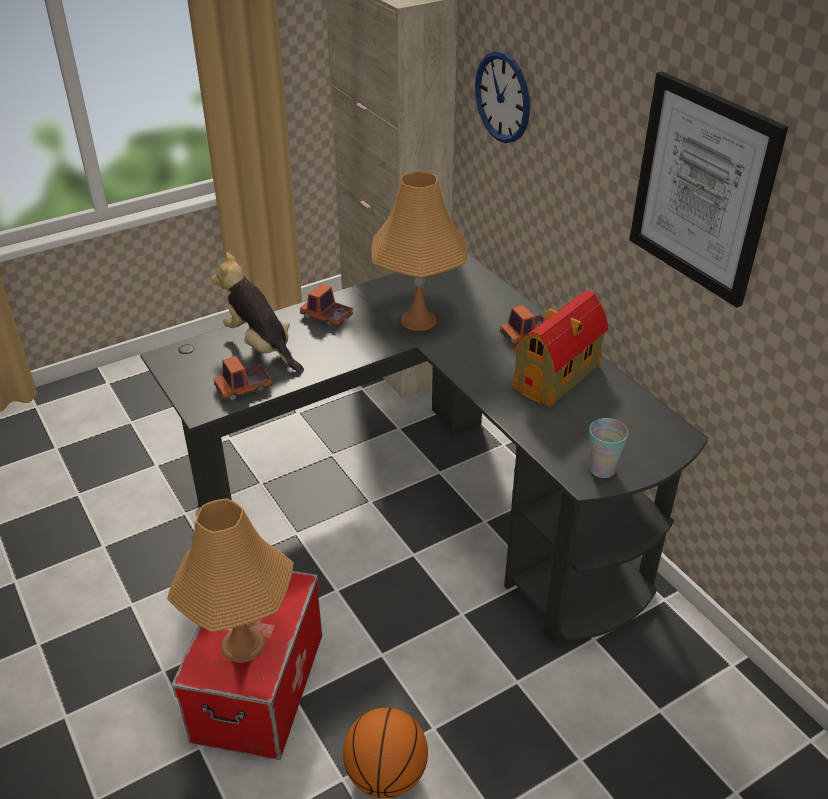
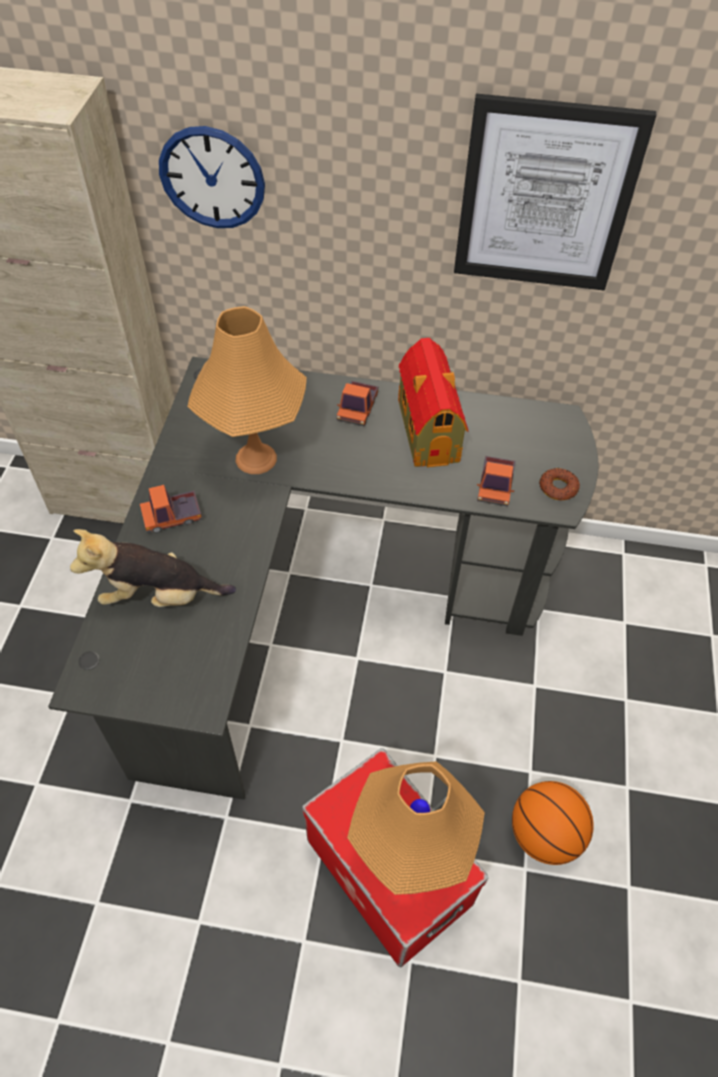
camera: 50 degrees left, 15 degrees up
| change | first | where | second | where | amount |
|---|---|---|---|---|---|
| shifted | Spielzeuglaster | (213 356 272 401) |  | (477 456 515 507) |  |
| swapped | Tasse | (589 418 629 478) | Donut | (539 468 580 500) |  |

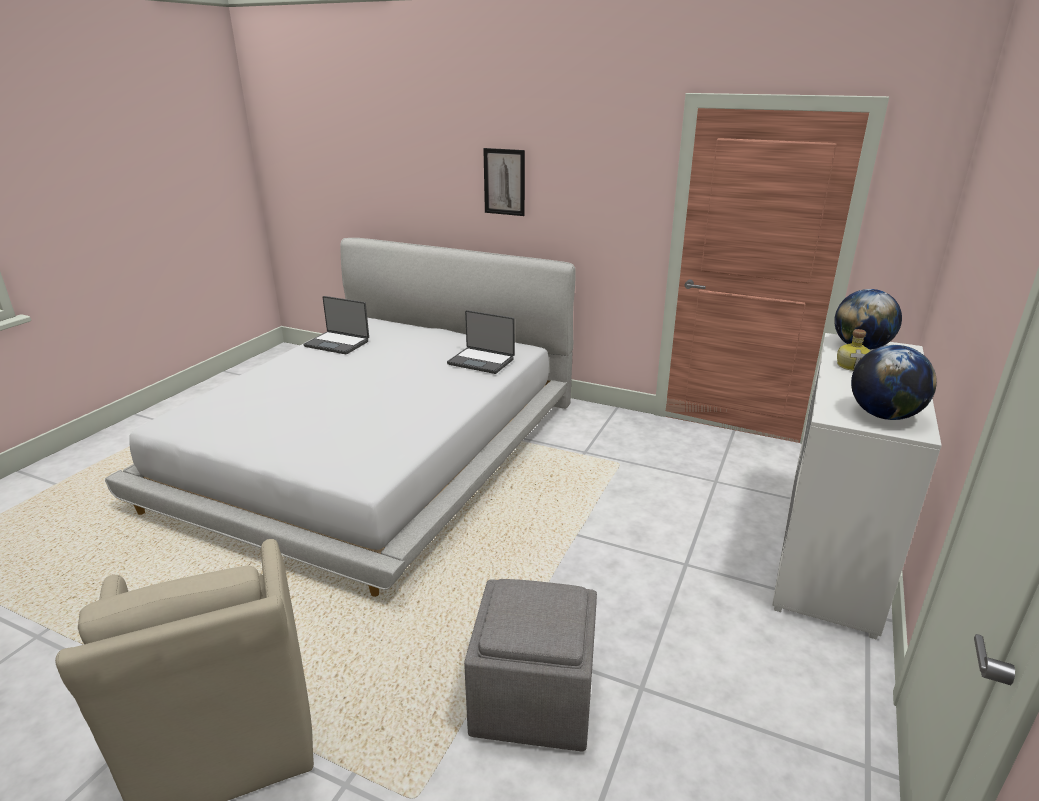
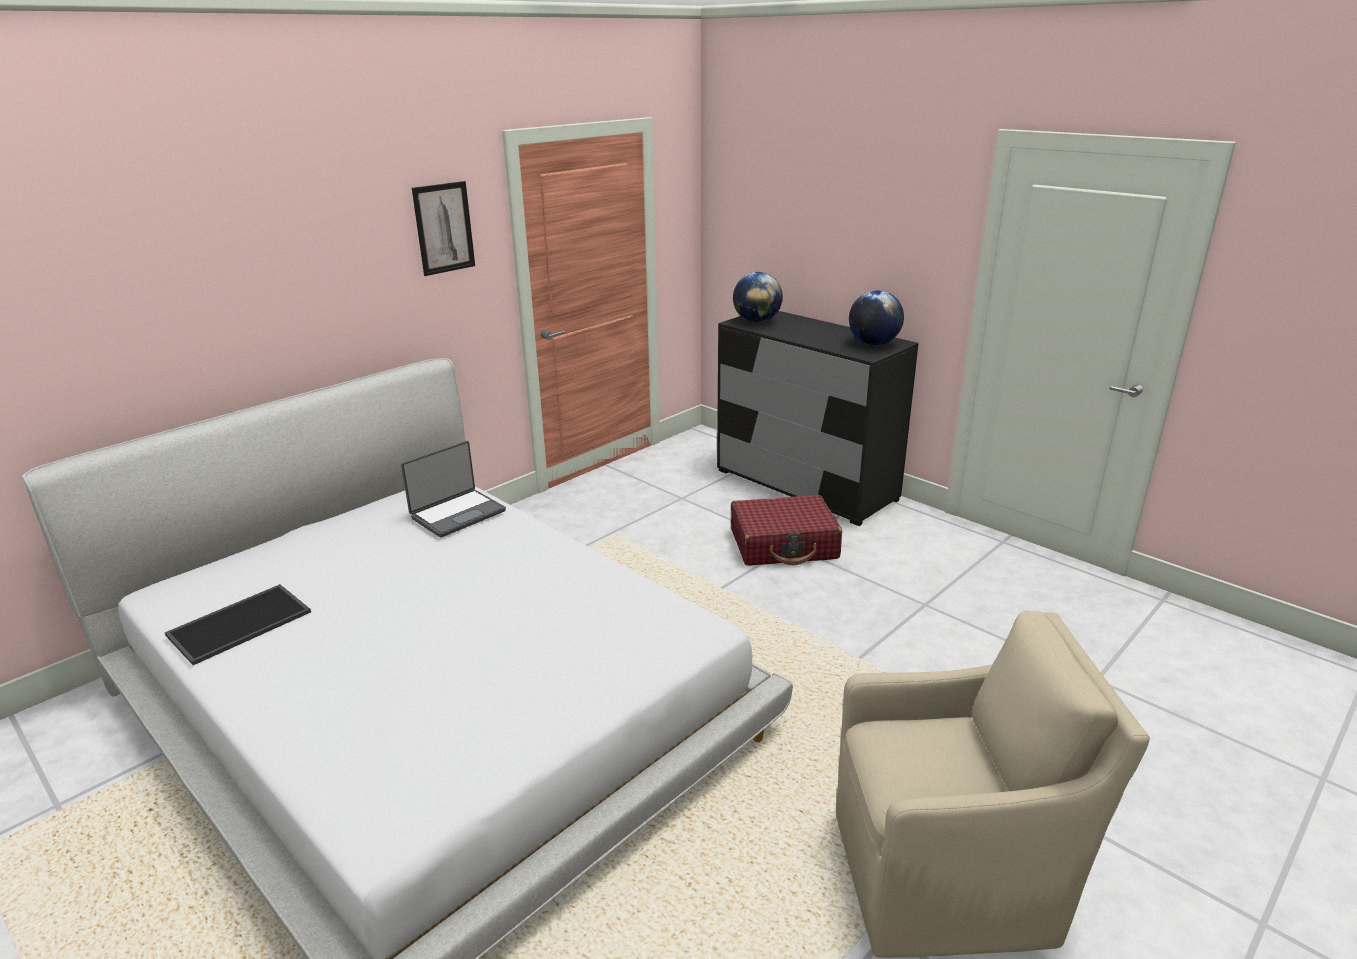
camera: 70 degrees left, 0 degrees up
| change | first | where | second | where | amount |
|---|---|---|---|---|---|
| shifted | Bild | (483 148 525 216) |  | (412 181 475 276) |  |
| swapped | Laptop | (303 296 369 354) | Tablett | (165 584 311 665) |  |
| gone | Flasche | (837 329 870 371) |  |  |  |
| repainted | Kommode [weiß] | (772 333 942 640) | Kommode [schwarz] | (717 311 919 526) |  |
| gone | Polsterhocker [grau] | (464 579 597 751) |  |  |  |
| new |  |  | Koffer [rot] | (731 495 842 566) |  |

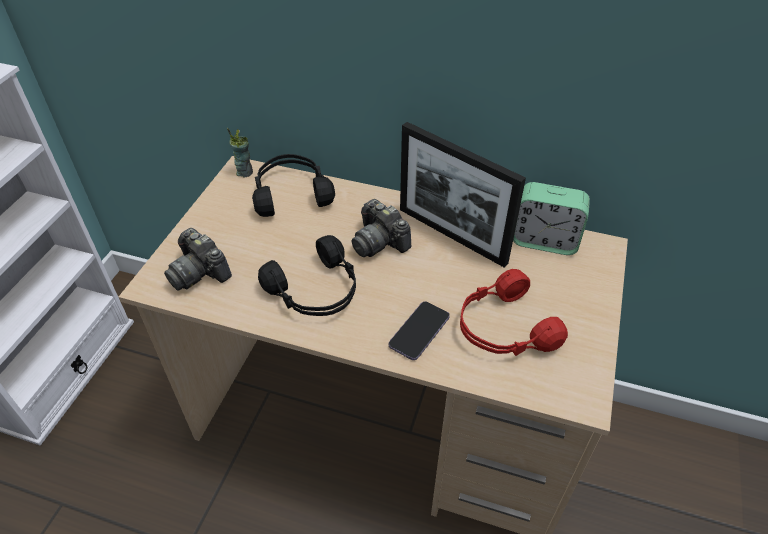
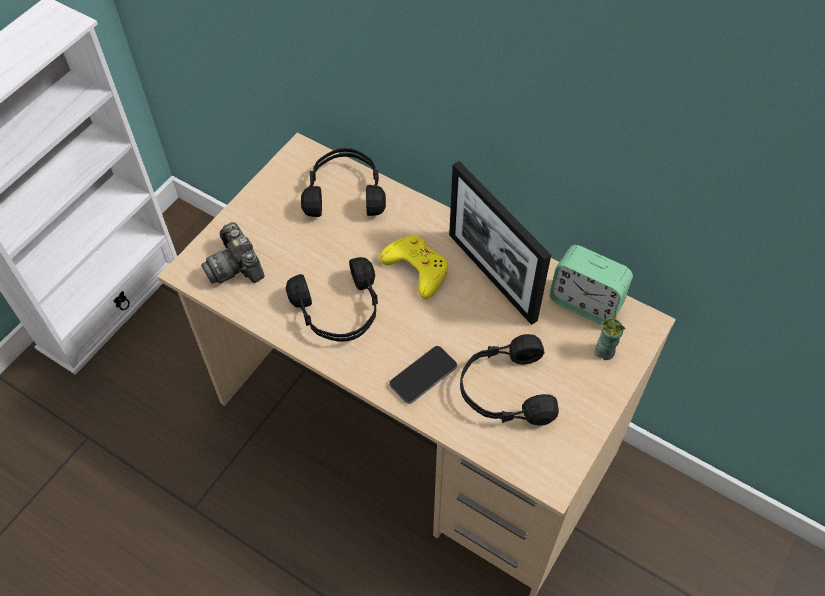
camera: 15 degrees right, 10 degrees up
| change | first | where | second | where | amount |
|---|---|---|---|---|---|
| shifted | Tasse | (227 128 253 177) |  | (595 313 625 360) |  |
| swapped | Kamera | (351 199 411 257) | Gamepad [gelb] | (379 236 448 299) |  |
| repainted | Kopfhörer [rot] | (460 269 568 356) | Kopfhörer [schwarz] | (460 334 559 426) |  |

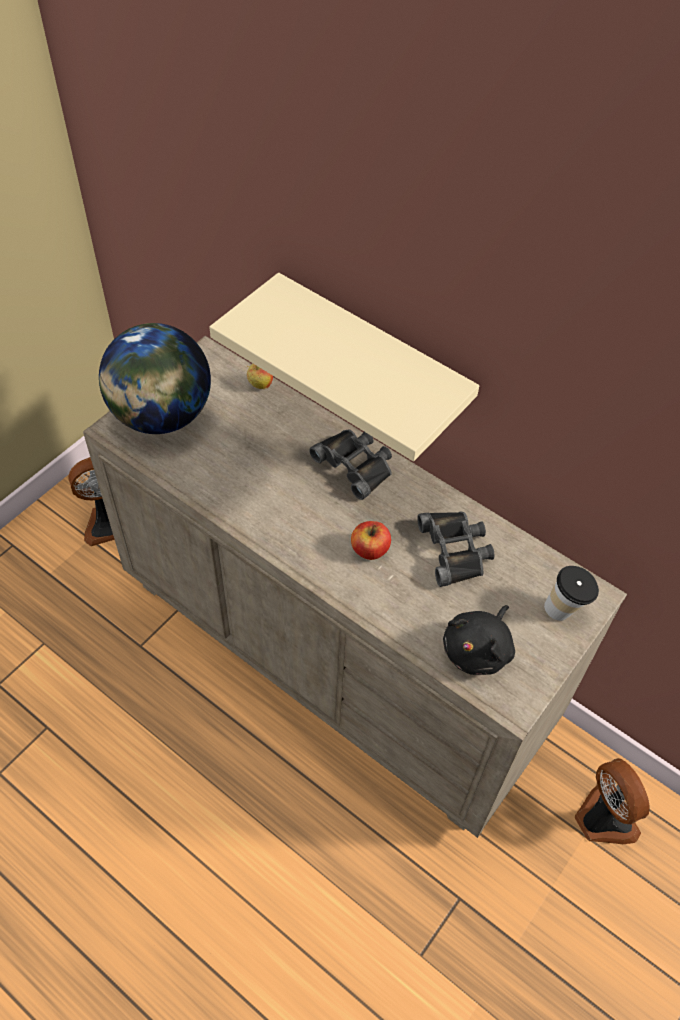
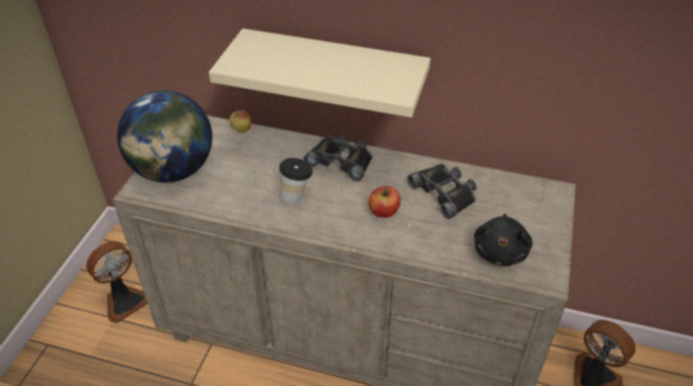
camera: 20 degrees left, 10 degrees down
| change | first | where | second | where | amount |
|---|---|---|---|---|---|
| shifted | Tasse | (544 566 599 621) |  | (279 158 313 204) |  |

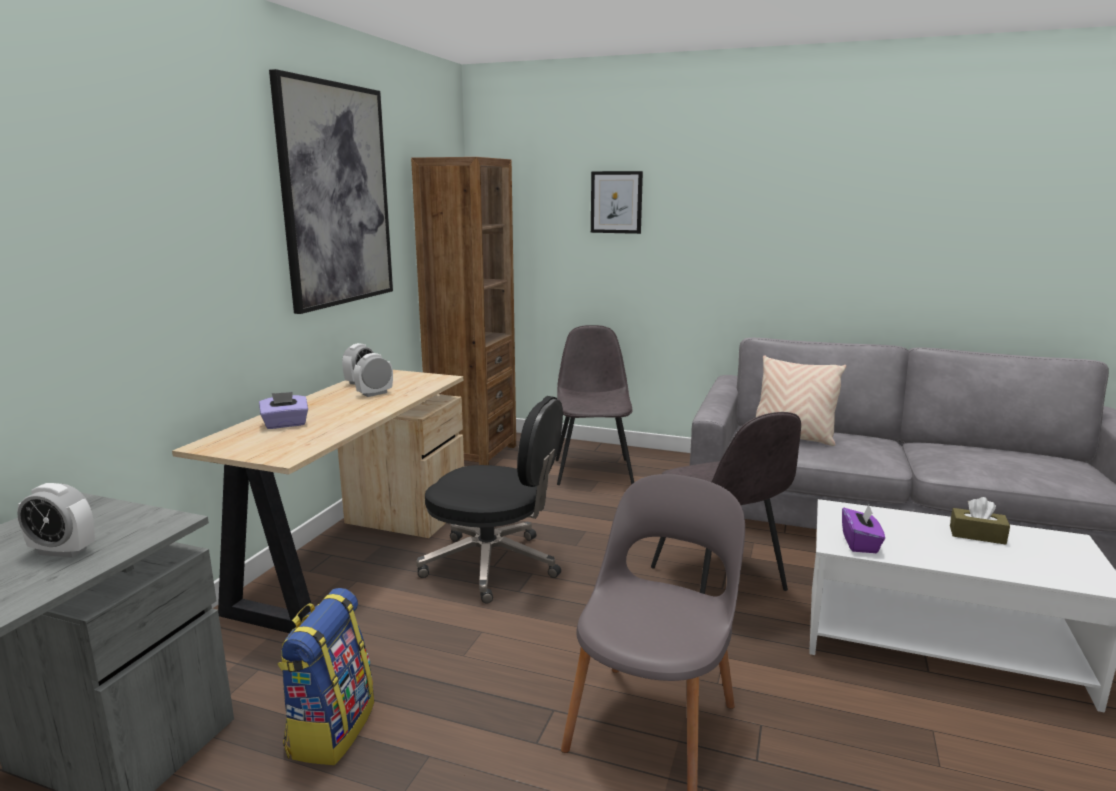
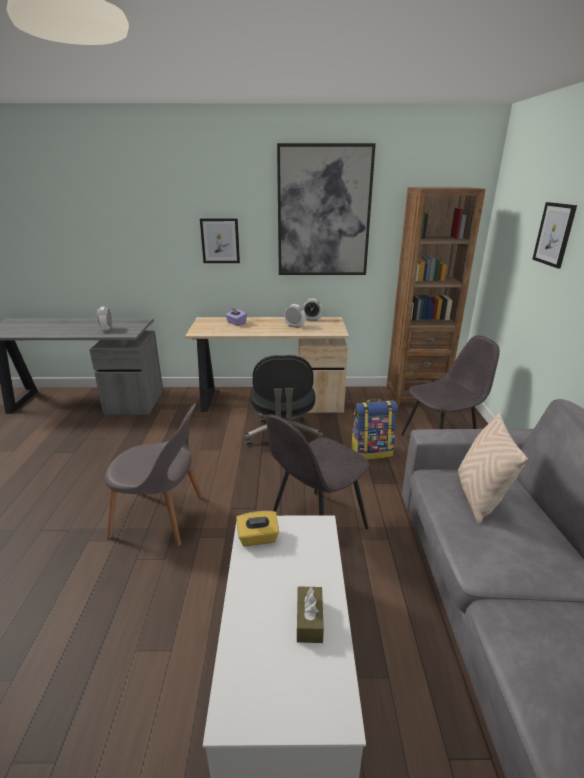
camera: 70 degrees right, 10 degrees up
| change | first | where | second | where | amount |
|---|---|---|---|---|---|
| repainted | Taschentuchbox [lila] | (842 505 885 553) | Taschentuchbox [gelb] | (236 511 279 546) |  |
| shifted | Rucksack | (278 588 374 765) |  | (351 399 398 460) |  |
| new |  |  | Bild | (200 218 240 263) |  |

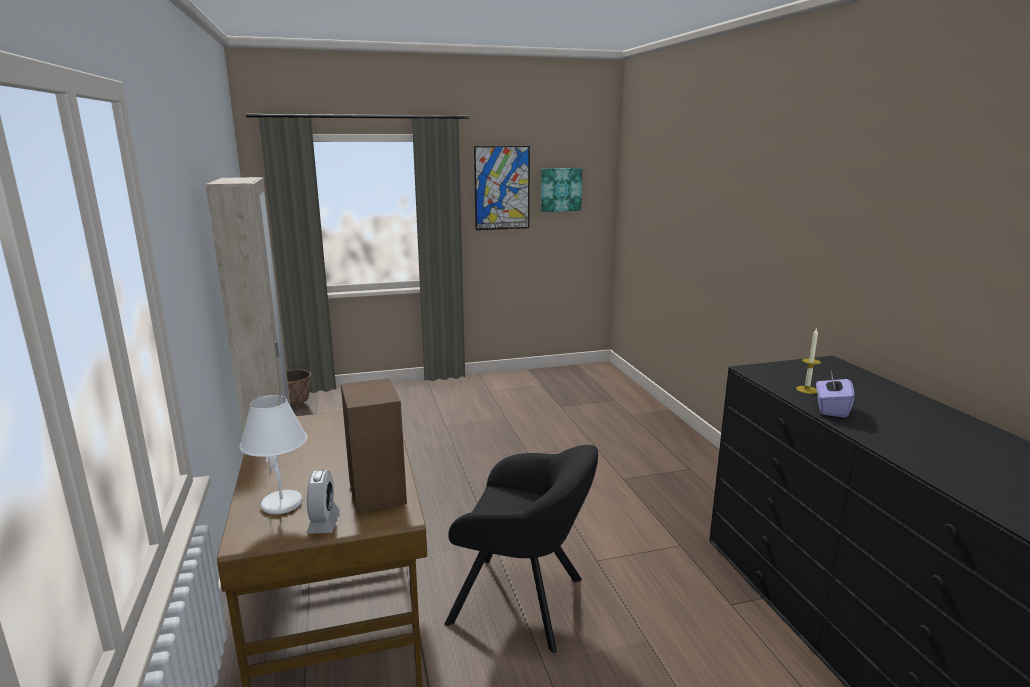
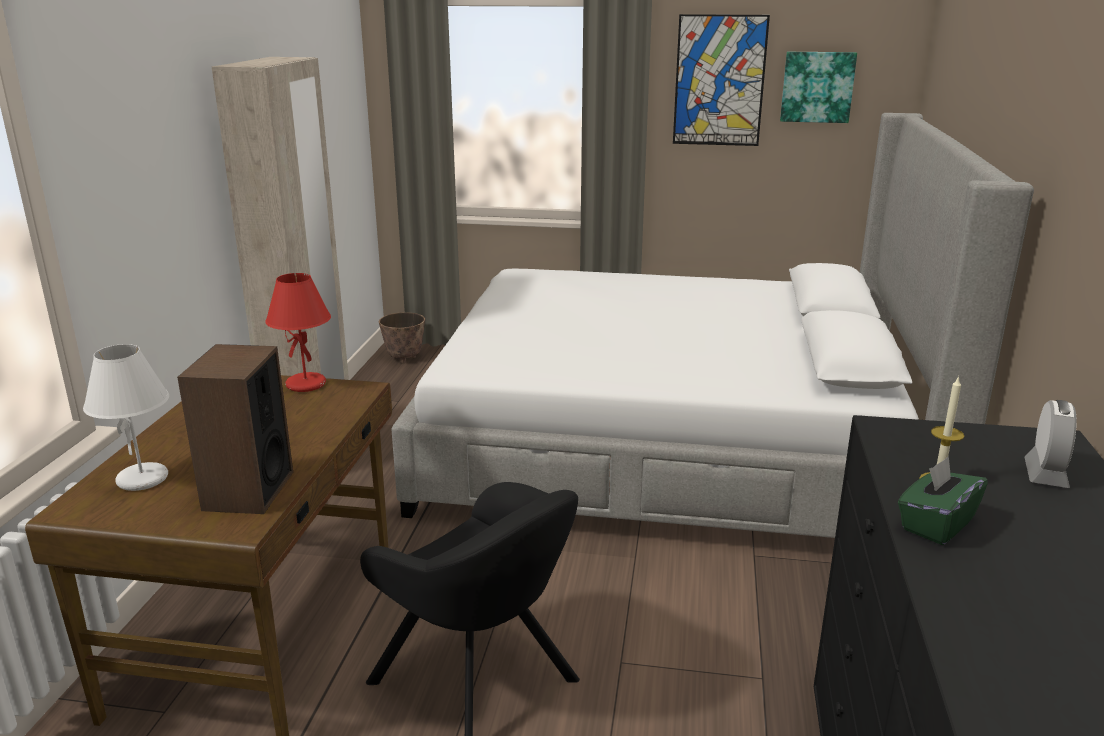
camera: 25 degrees right, 5 degrees up
| change | first | where | second | where | amount |
|---|---|---|---|---|---|
| repainted | Taschentuchbox [lila] | (816 370 855 418) | Taschentuchbox [grün] | (898 456 988 545) |  |
| shifted | Wecker | (307 470 340 534) |  | (1024 400 1077 488) |  |
| new |  |  | Bett | (391 113 1034 538) |  |
| new |  |  | Tischlampe [rot] | (265 273 331 392) |  |

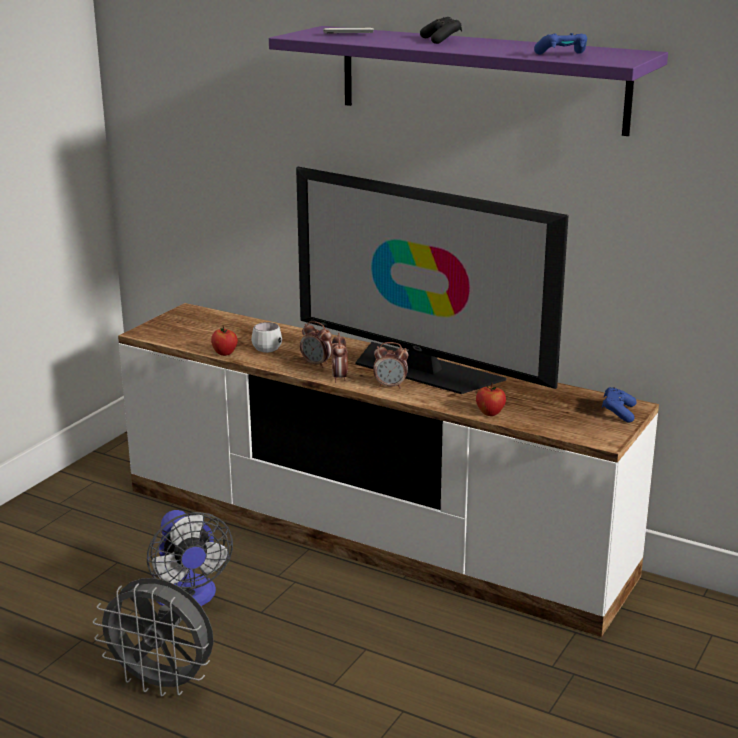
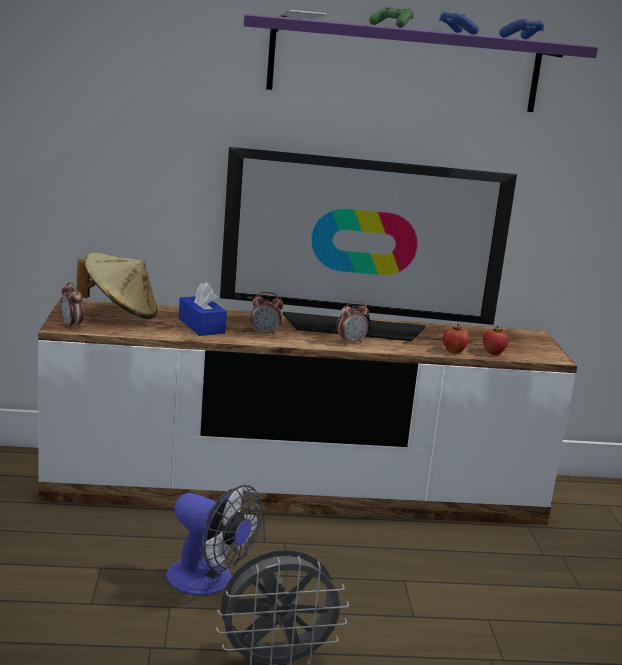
camera: 35 degrees left, 5 degrees down
| change | first | where | second | where | amount |
|---|---|---|---|---|---|
| repainted | Gamepad [schwarz] | (420 17 462 44) | Gamepad [grün] | (369 7 414 28) |  |
| swapped | Henkelbecher [weiß] | (251 322 282 353) | Taschentuchbox [blau] | (179 282 227 336) |  |
| shifted | Apfel | (211 325 238 356) |  | (483 325 509 355) |  |
| shifted | Wecker | (332 333 348 382) |  | (59 282 84 330) |  |
| shifted | Gamepad [blau] | (602 387 637 422) |  | (439 12 479 35) |  |
| new |  |  | Hut [beige] | (76 253 158 319) |  |

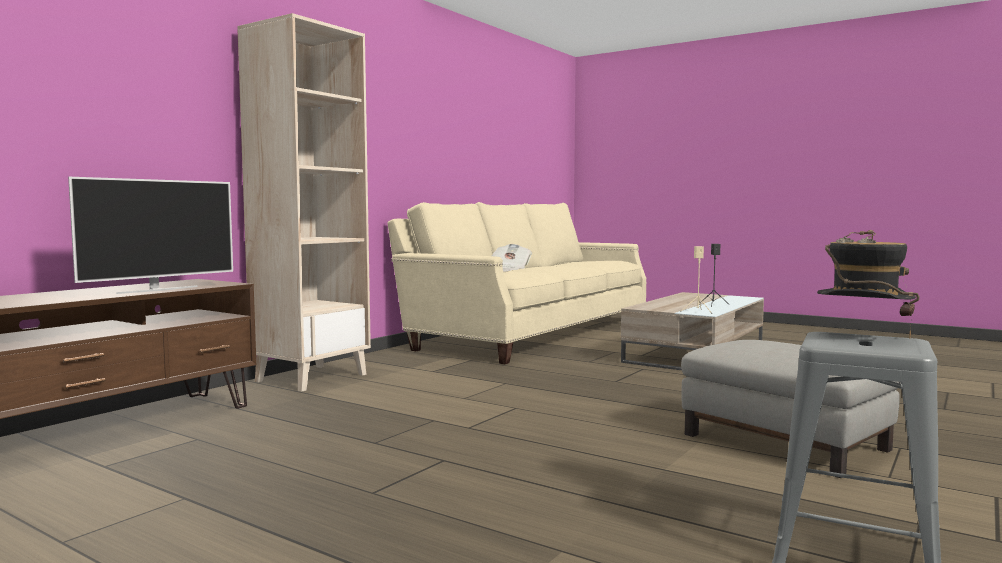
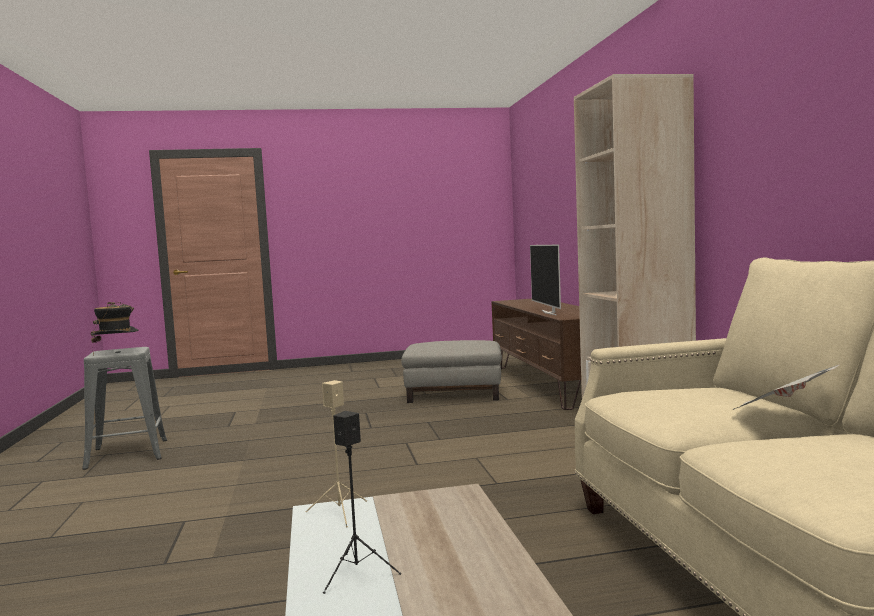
camera: 135 degrees right, 0 degrees up
| change | first | where | second | where | amount |
|---|---|---|---|---|---|
| shifted | Polsterhocker [grau] | (681 340 901 478) |  | (401 340 502 403) |  |

